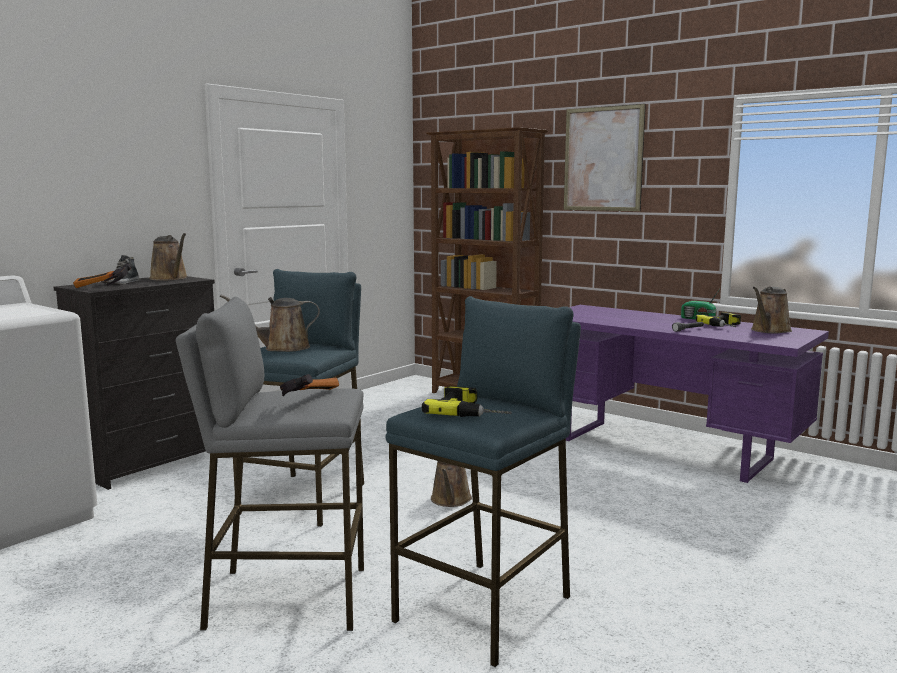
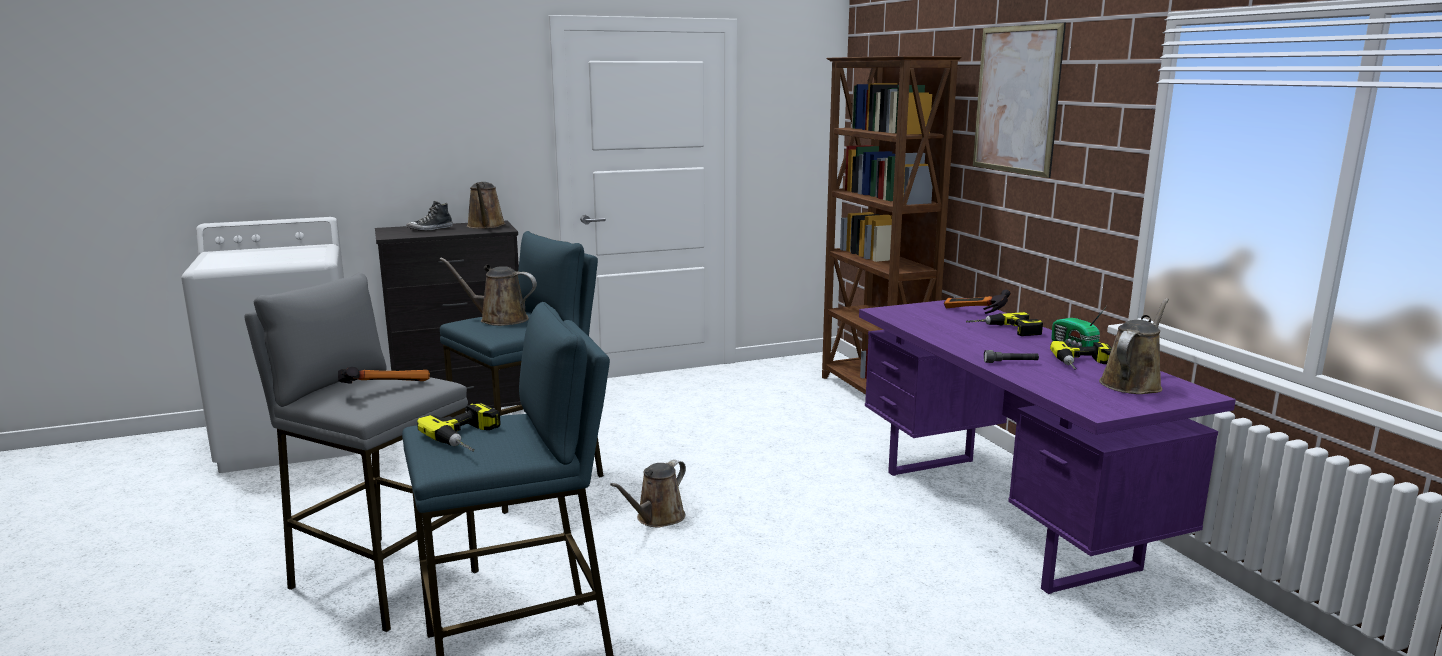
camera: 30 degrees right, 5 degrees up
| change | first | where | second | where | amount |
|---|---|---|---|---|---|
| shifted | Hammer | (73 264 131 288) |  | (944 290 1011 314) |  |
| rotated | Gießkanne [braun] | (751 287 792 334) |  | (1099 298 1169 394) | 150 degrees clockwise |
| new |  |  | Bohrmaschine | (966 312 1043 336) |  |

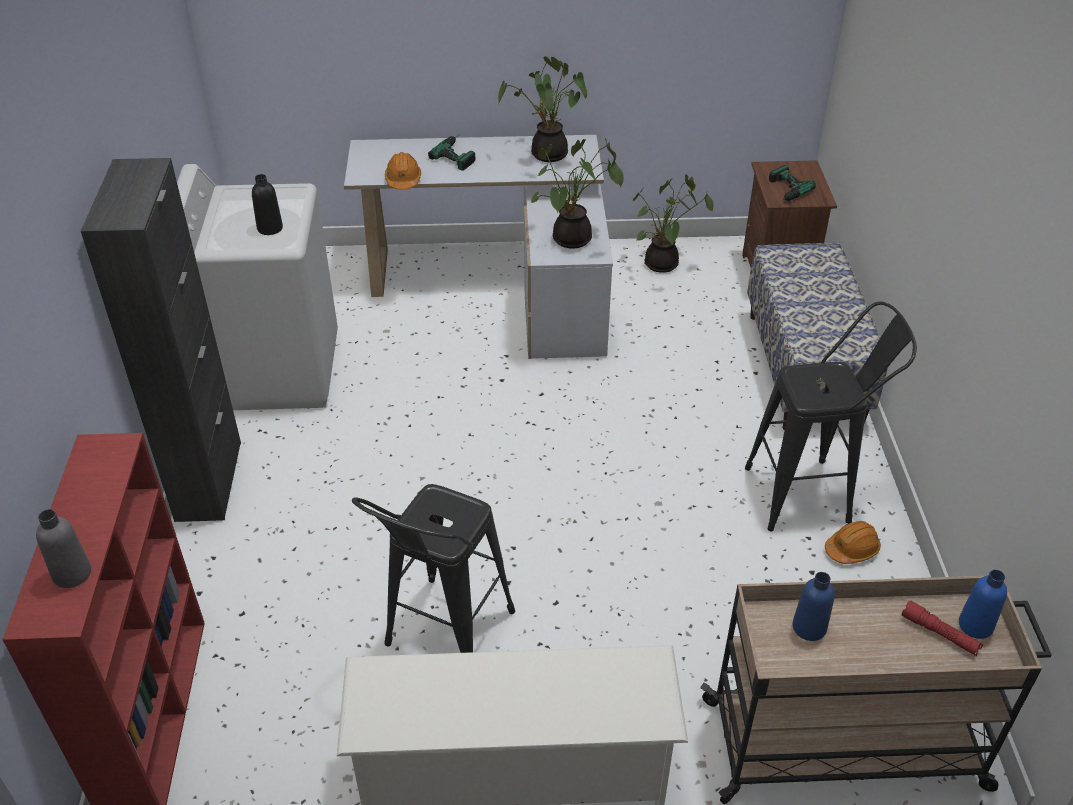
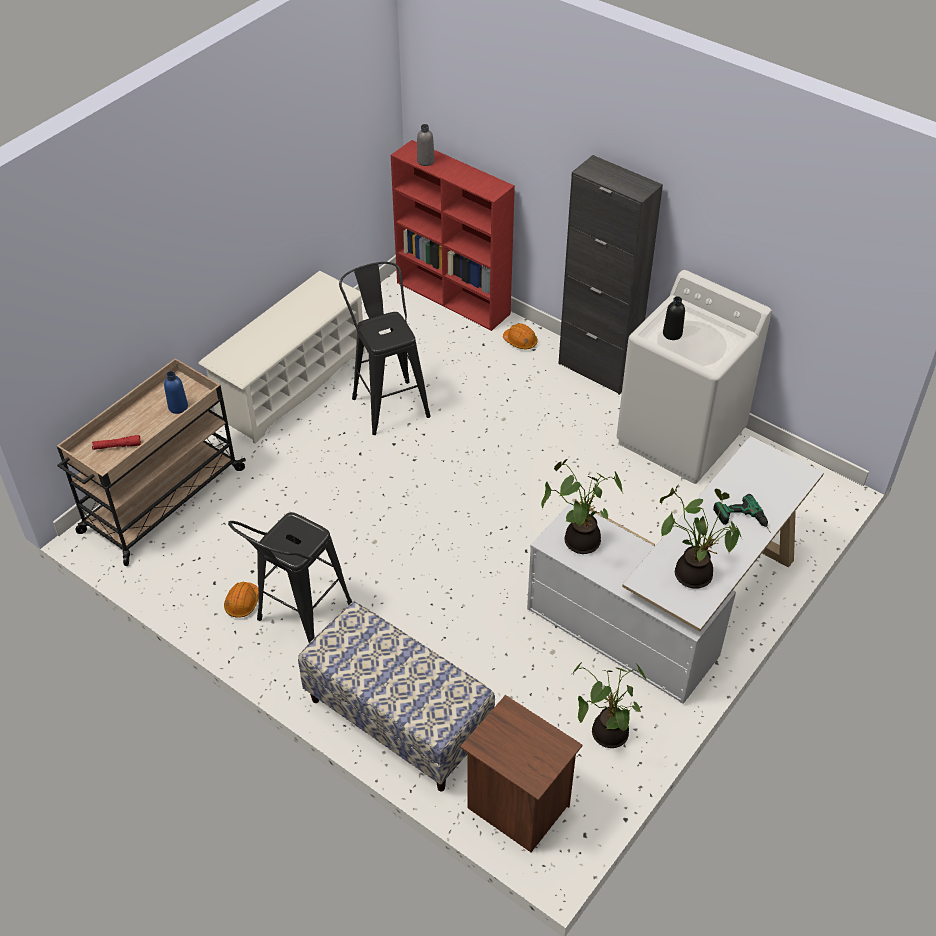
camera: 130 degrees right, 5 degrees up
| change | first | where | second | where | amount |
|---|---|---|---|---|---|
| shifted | Schutzhelm [orange] | (385 152 421 190) |  | (503 323 538 349) |  |
| gone | Bohrmaschine | (769 165 816 202) |  |  |  |
| gone | Flasche [blau] | (959 570 1007 639) |  |  |  |

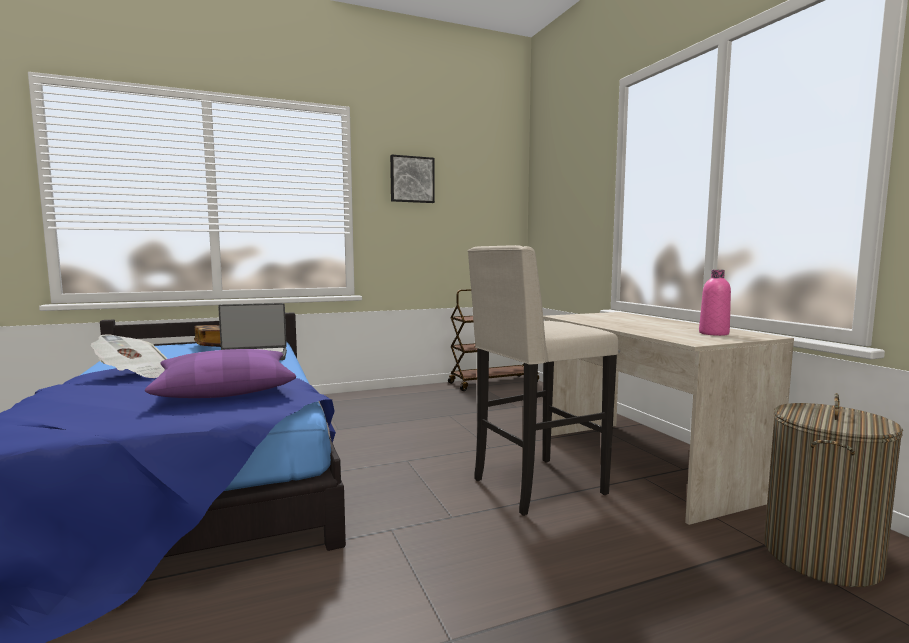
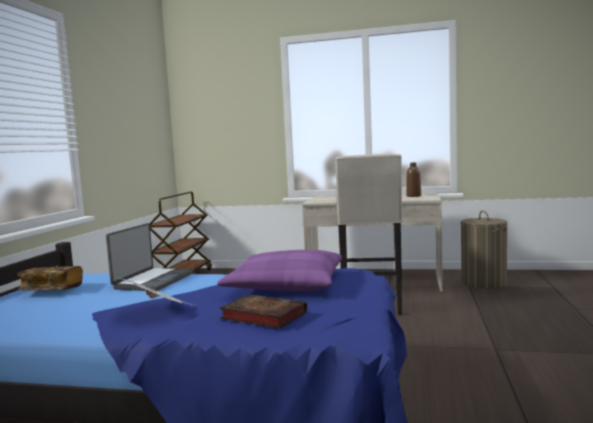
camera: 55 degrees left, 0 degrees up
| change | first | where | second | where | amount |
|---|---|---|---|---|---|
| gone | Bild | (390 155 435 203) |  |  |  |
| repainted | Flasche [rosa] | (699 270 731 336) | Flasche [braun] | (406 162 421 197) |  |
| new |  |  | Buch | (220 295 307 329) |  |

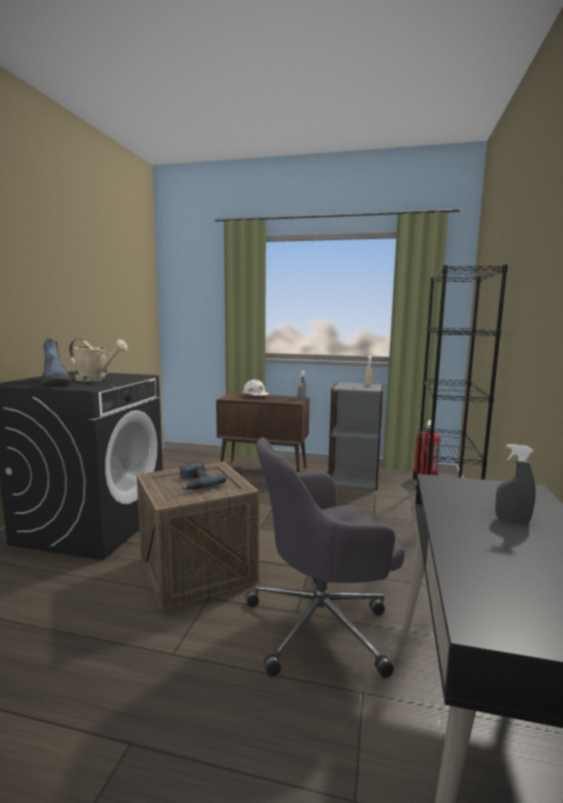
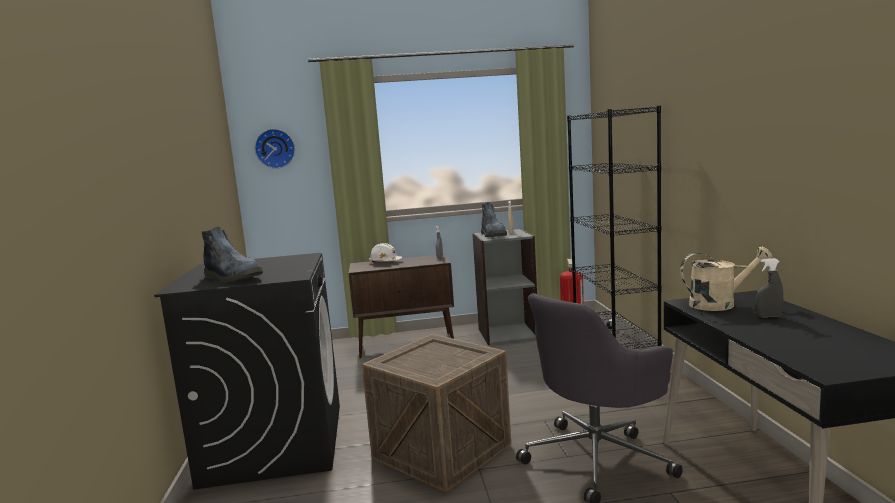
camera: 20 degrees left, 0 degrees up
| change | first | where | second | where | amount |
|---|---|---|---|---|---|
| shifted | Gießkanne [beige] | (69 339 128 382) |  | (680 246 772 311) |  |
| gone | Bohrmaschine | (179 462 227 490) |  |  |  |
| new |  |  | Wanduhr | (255 129 295 169) |  |
| new |  |  | Stiefel | (481 202 507 237) |  |

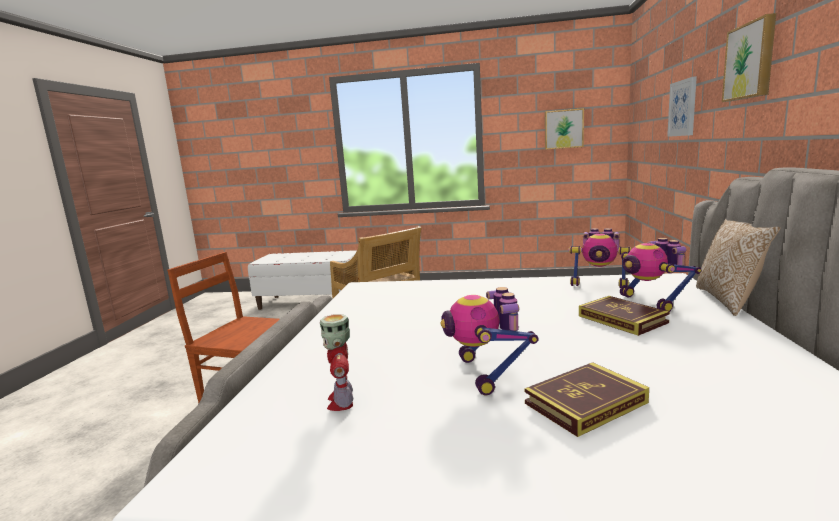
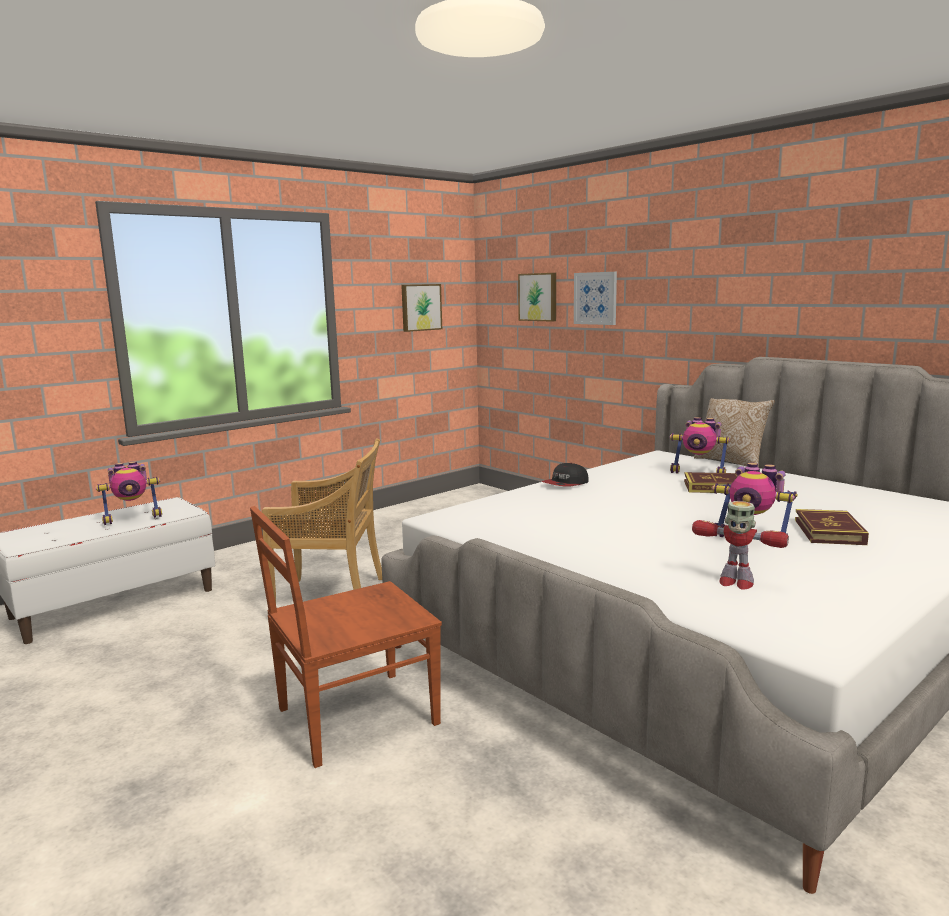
camera: 50 degrees left, 0 degrees up
| change | first | where | second | where | amount |
|---|---|---|---|---|---|
| shifted | Bild | (722 13 776 102) |  | (518 273 556 322) |  |
| shifted | Spielzeugroboter | (569 228 631 288) |  | (95 461 162 525) |  |
| new |  |  | Kappe | (541 463 589 487) |  |

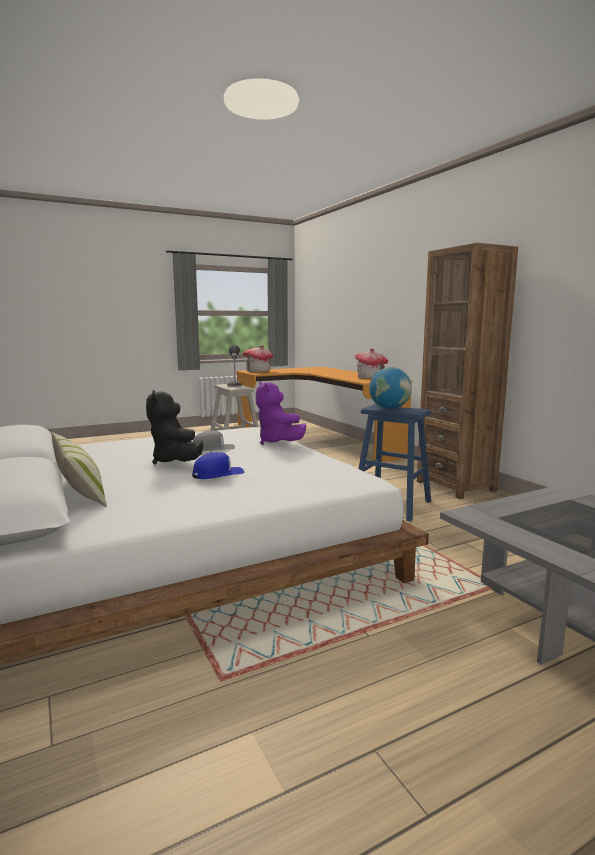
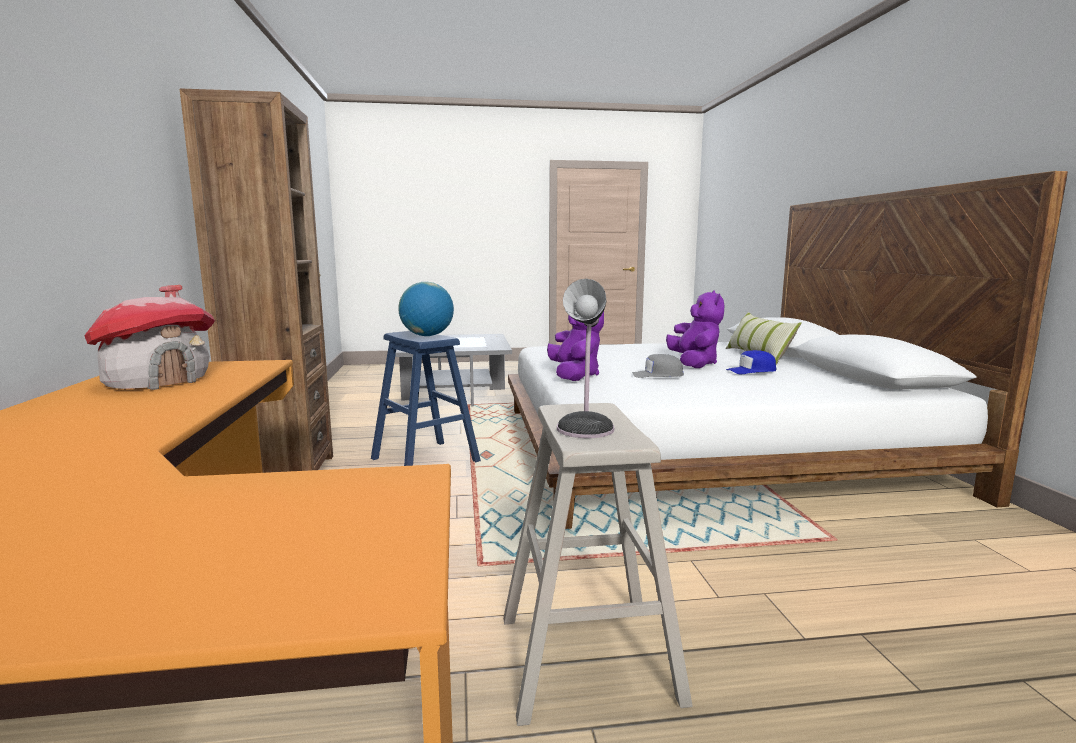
camera: 160 degrees left, 0 degrees up
| change | first | where | second | where | amount |
|---|---|---|---|---|---|
| gone | Spielzeughaus | (243 345 273 372) |  |  |  |
| repainted | Plüschtier [schwarz] | (146 390 203 465) | Plüschtier [lila] | (666 290 724 368) |  |
| shifted | Kappe [blau] | (192 452 244 479) |  | (726 350 776 374) |  |

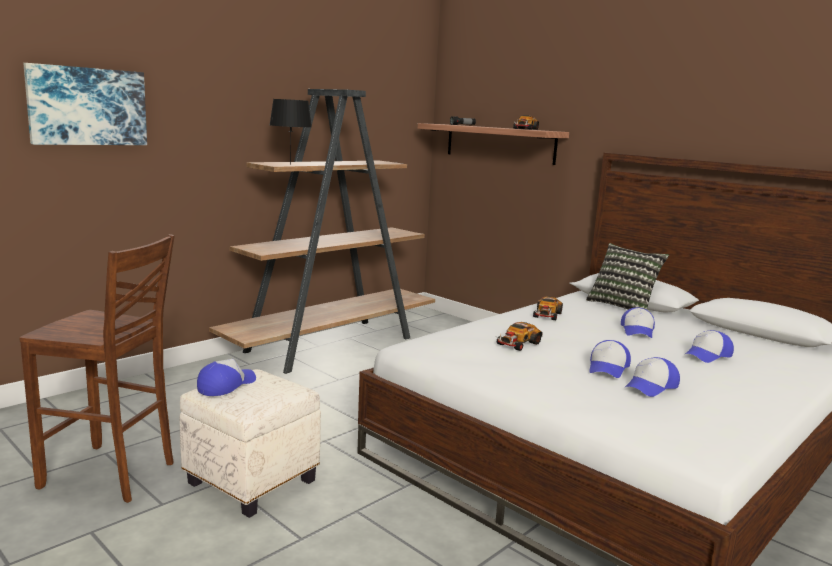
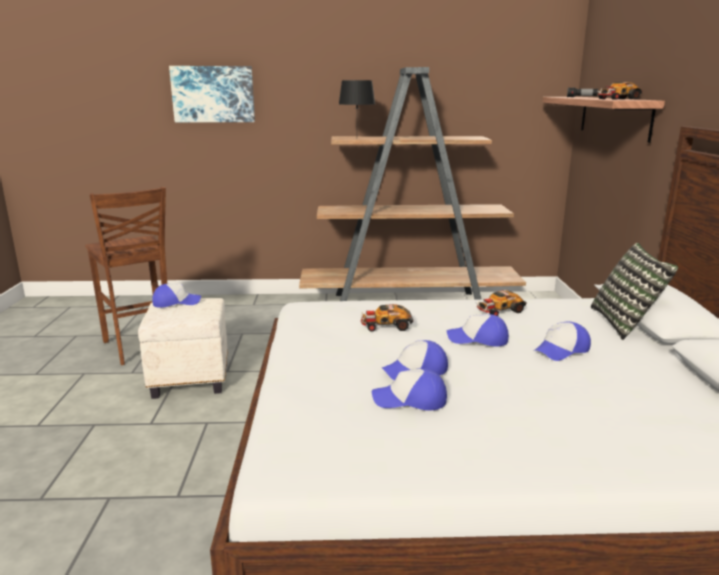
camera: 45 degrees right, 5 degrees up
| change | first | where | second | where | amount |
|---|---|---|---|---|---|
| shifted | Kappe | (685 330 734 363) |  | (447 314 509 347) |  |

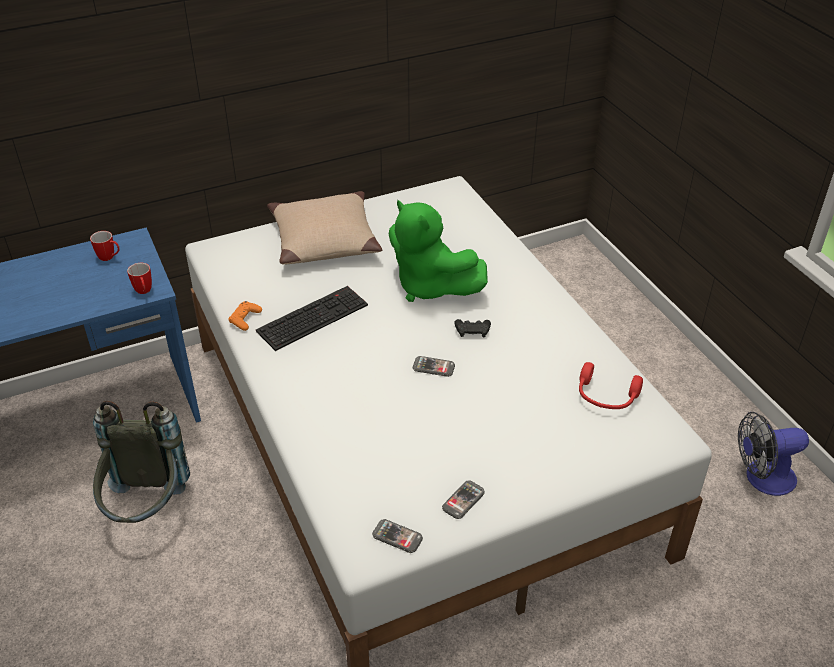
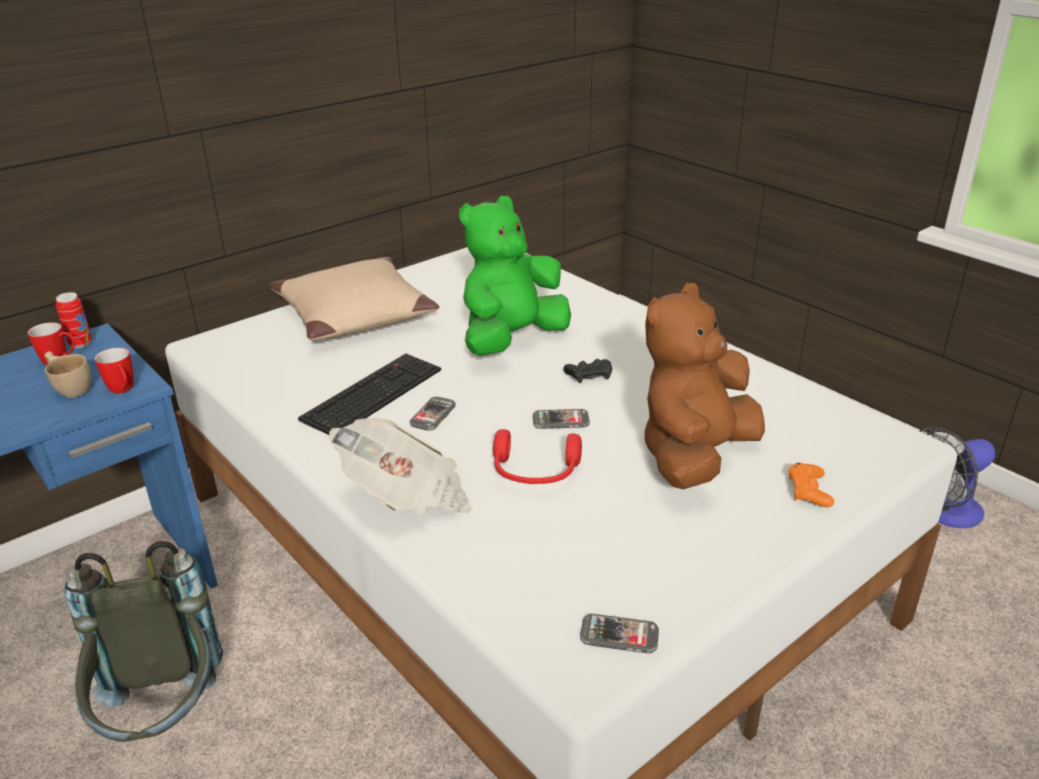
camera: 15 degrees left, 10 degrees down
| change | first | where | second | where | amount |
|---|---|---|---|---|---|
| rotated | Plüschtier [grün] | (388 200 488 302) |  | (460 196 571 356) | 105 degrees clockwise |
| shifted | Gamepad [orange] | (228 301 262 331) |  | (788 463 834 507) |  |
| shifted | Kopfhörer [rot] | (579 362 643 409) |  | (493 429 582 484) |  |
| shifted | Handy | (442 481 485 519) |  | (409 396 456 431) |  |
| new |  |  | Plüschtier [braun] | (644 283 765 489) |  |
| new |  |  | Dose | (56 292 92 348) |  |
| new |  |  | Tasse [beige] | (44 351 91 398) |  |
| new |  |  | Zeitung | (329 418 472 515) |  |

